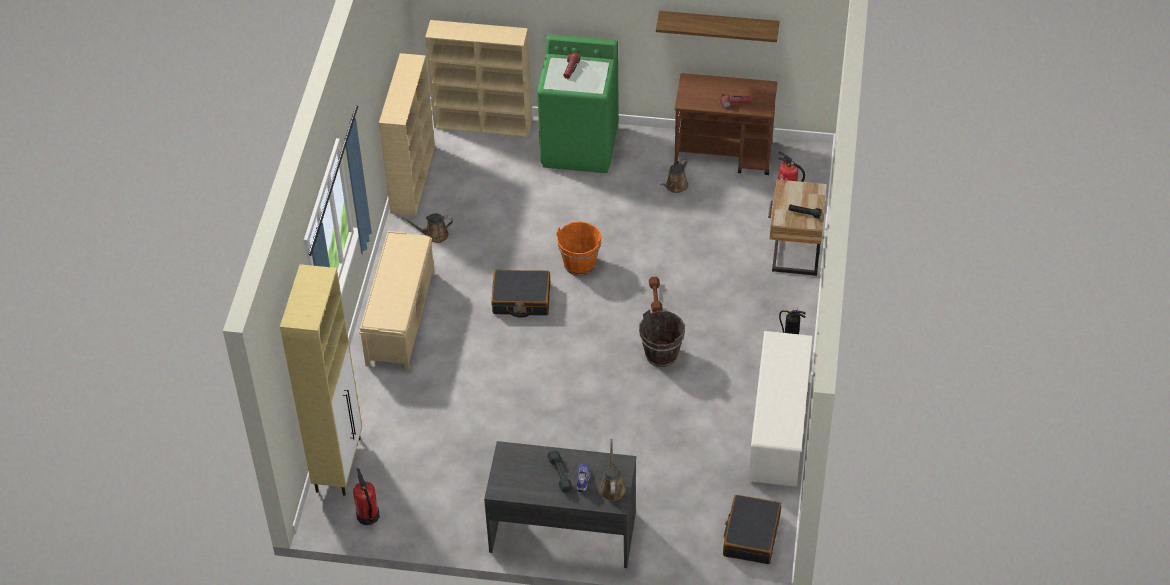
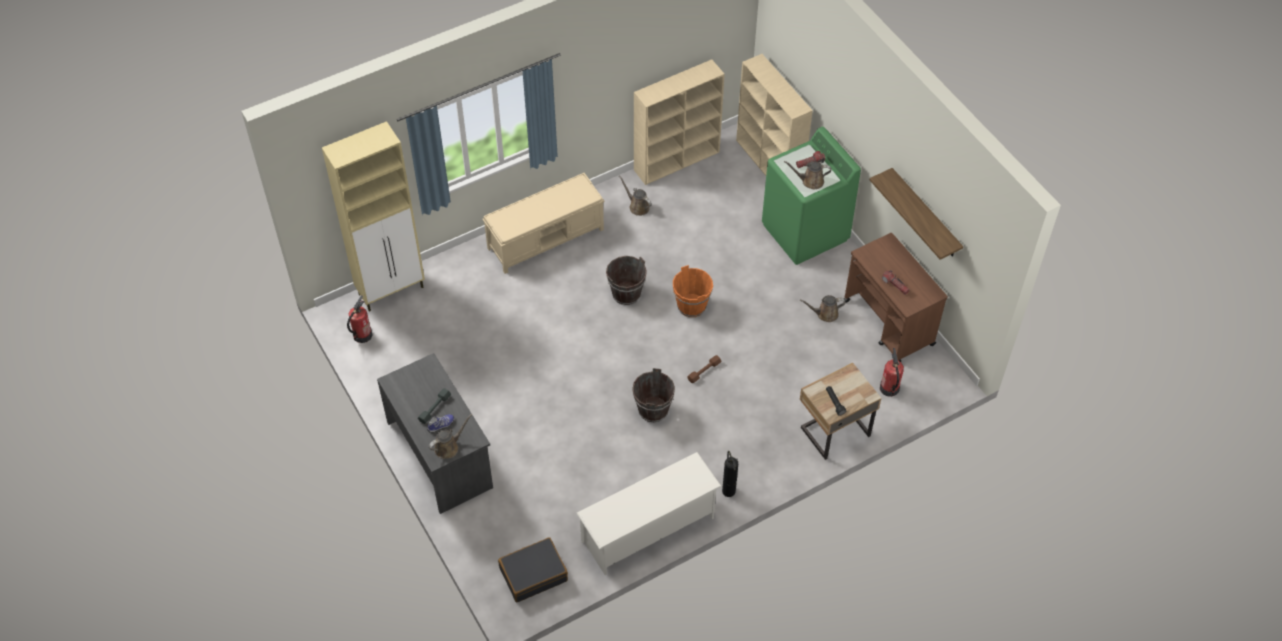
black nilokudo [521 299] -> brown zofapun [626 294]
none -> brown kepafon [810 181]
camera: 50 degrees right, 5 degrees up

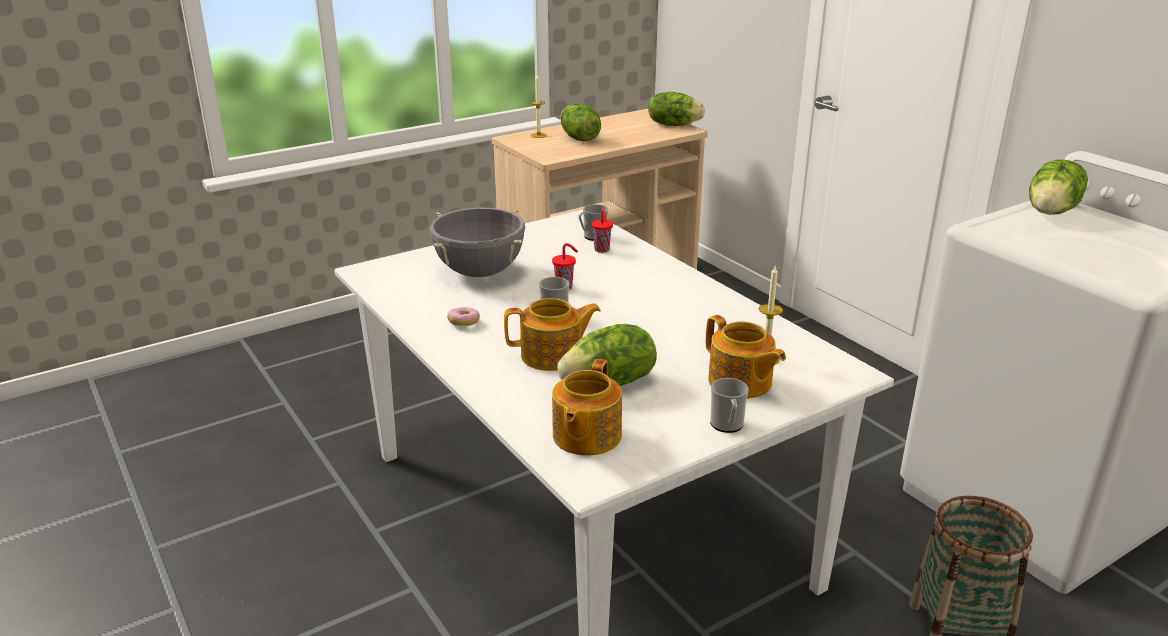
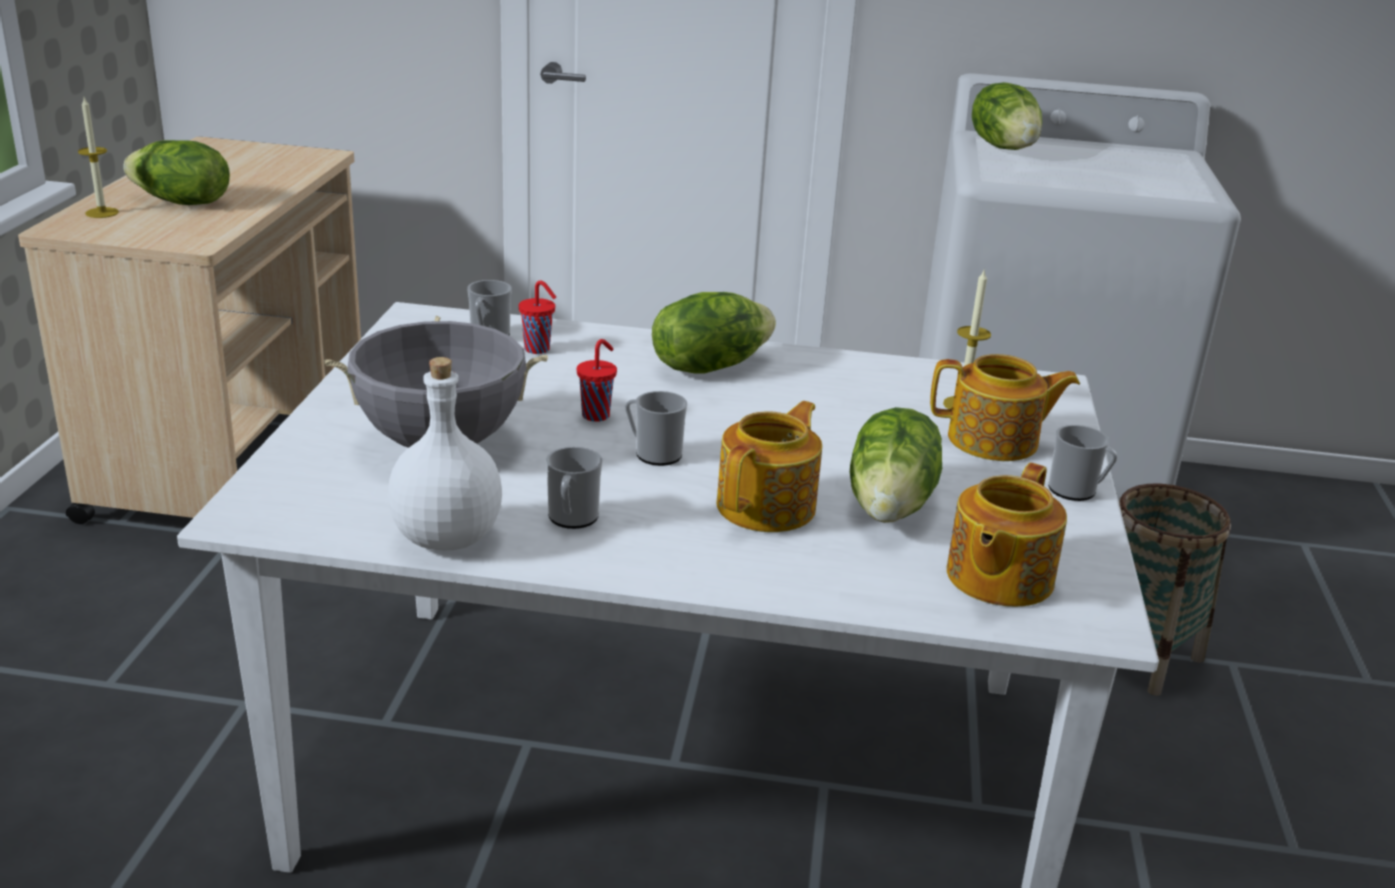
none -> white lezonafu [448 537]
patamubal [464 323] -> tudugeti [572 519]
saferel [673 125] -> saferel [709 366], shifted
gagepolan [585 436] -> gagepolan [997 578], 60 degrees clockwise
camera: 50 degrees left, 0 degrees up

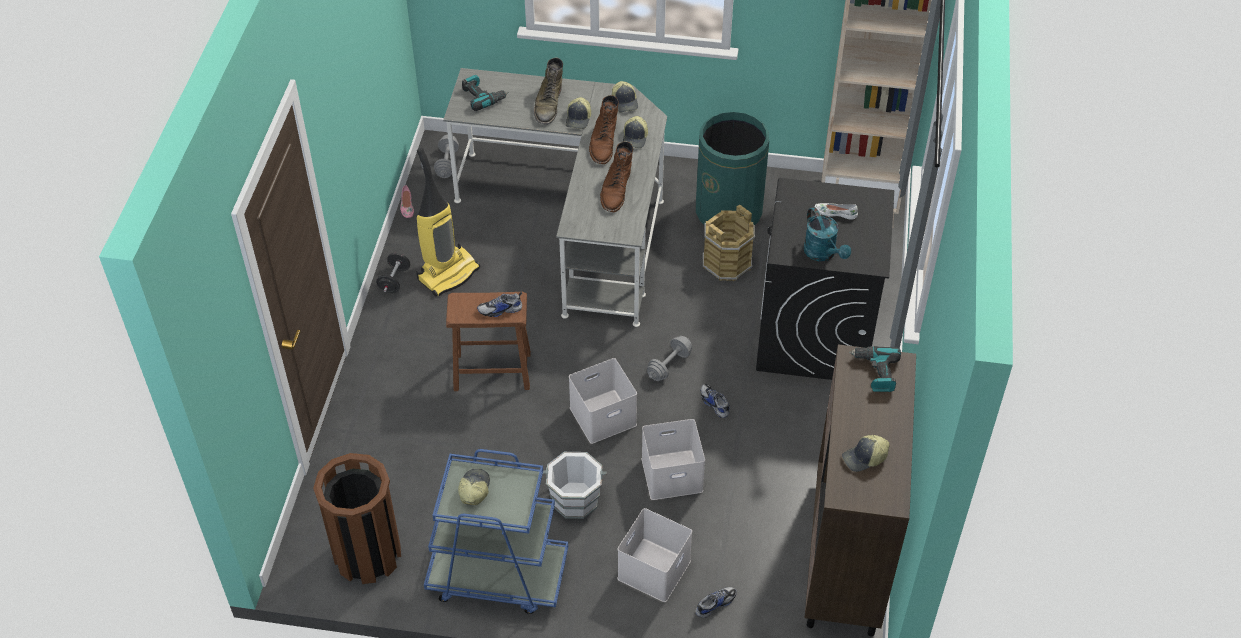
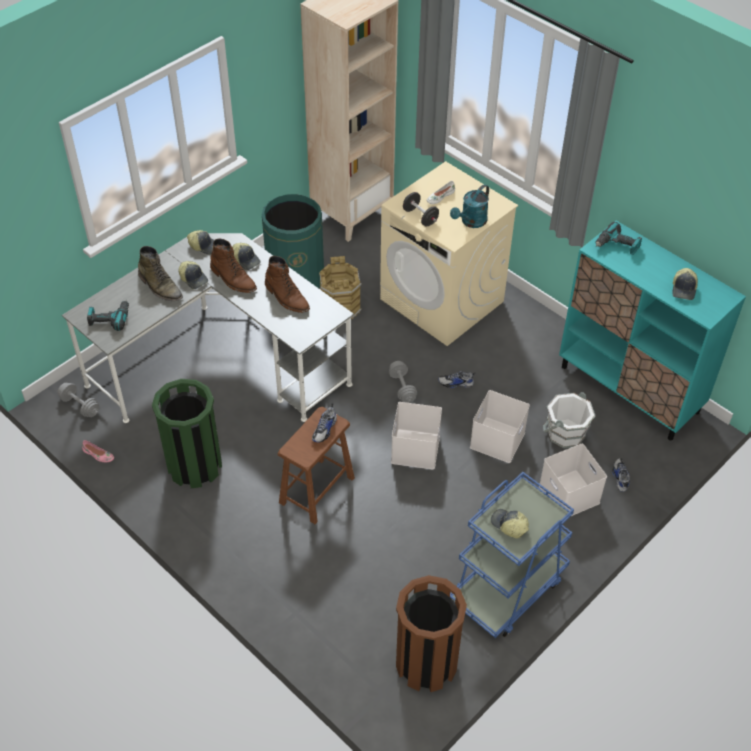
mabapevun [448 273] -> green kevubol [194 466]
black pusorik [814 334] -> beige pusorik [442 300]
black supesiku [394 280] -> black supesiku [420 217], shifted
turquoise kepafon [823 254] -> turquoise kepafon [471 222], 120 degrees clockwise
white zofapun [575 499] -> white zofapun [565 433], shifted
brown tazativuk [845 555] -> turquoise tazativuk [629 389]
camera: 55 degrees left, 0 degrees up

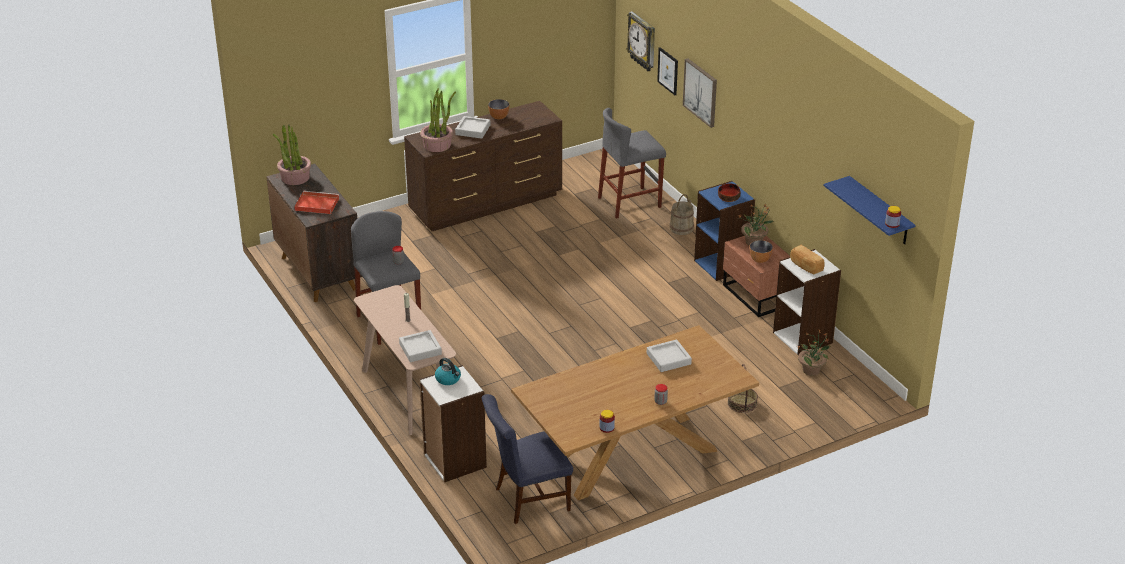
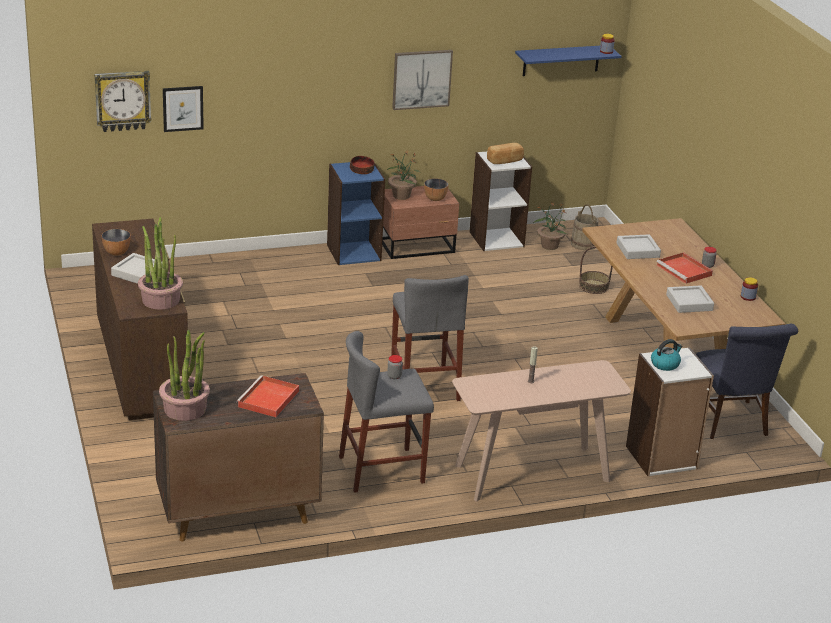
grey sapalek [629 202] -> grey sapalek [424 384], shifted
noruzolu [701 92] -> noruzolu [421 79], shifted
beige zofapun [681 228] -> beige zofapun [583 244], shifted
none -> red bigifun [685 270]
grey bigifun [420 349] -> grey bigifun [689 303], shifted
camera: 80 degrees left, 5 degrees down

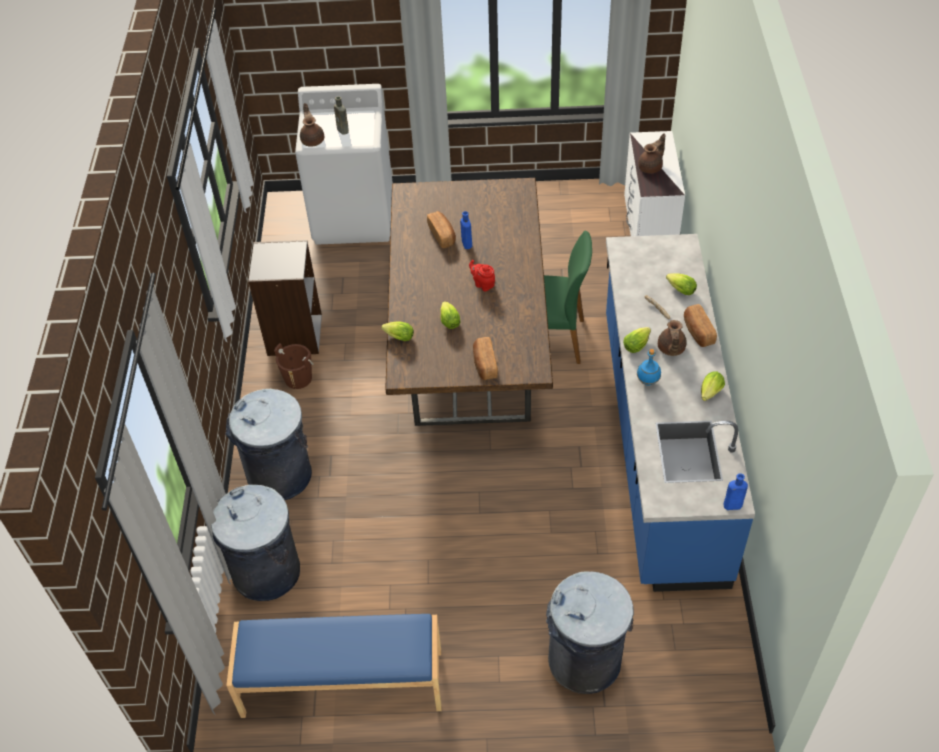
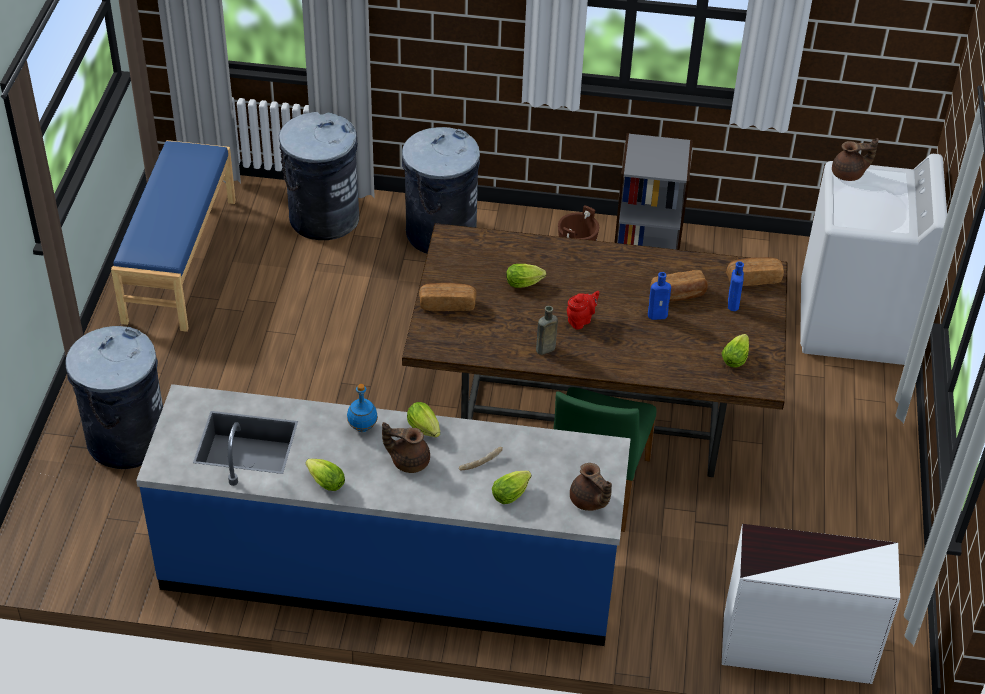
brown lezonafu [343 130] -> brown lezonafu [544 349], shifted
brown gagepolan [651 167] -> brown gagepolan [589 501], shifted
saferel [397 337] -> saferel [736 357], shifted
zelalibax [698 332] -> zelalibax [753 278], shifted
blue lezonafu [731 505] -> blue lezonafu [733 303], shifted
camera: 95 degrees right, 5 degrees down

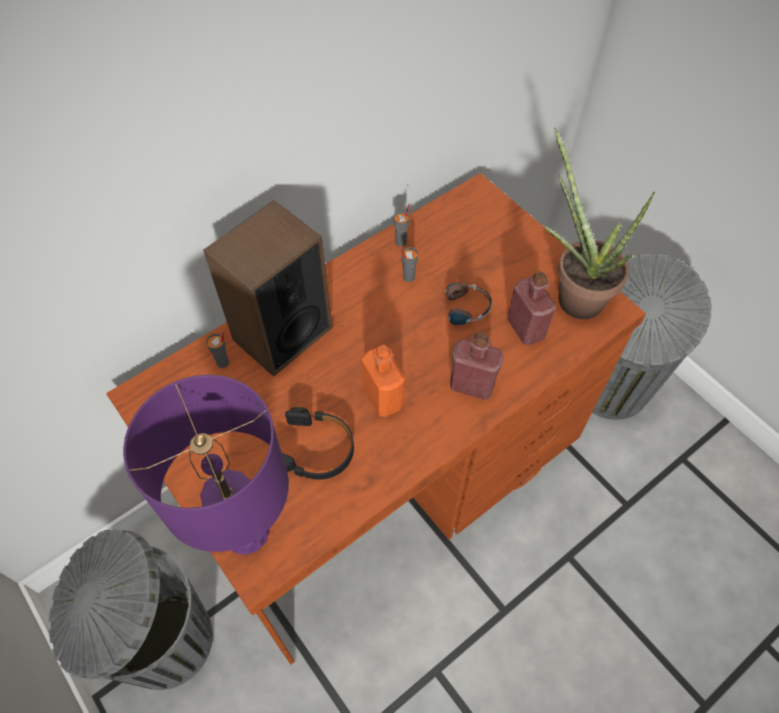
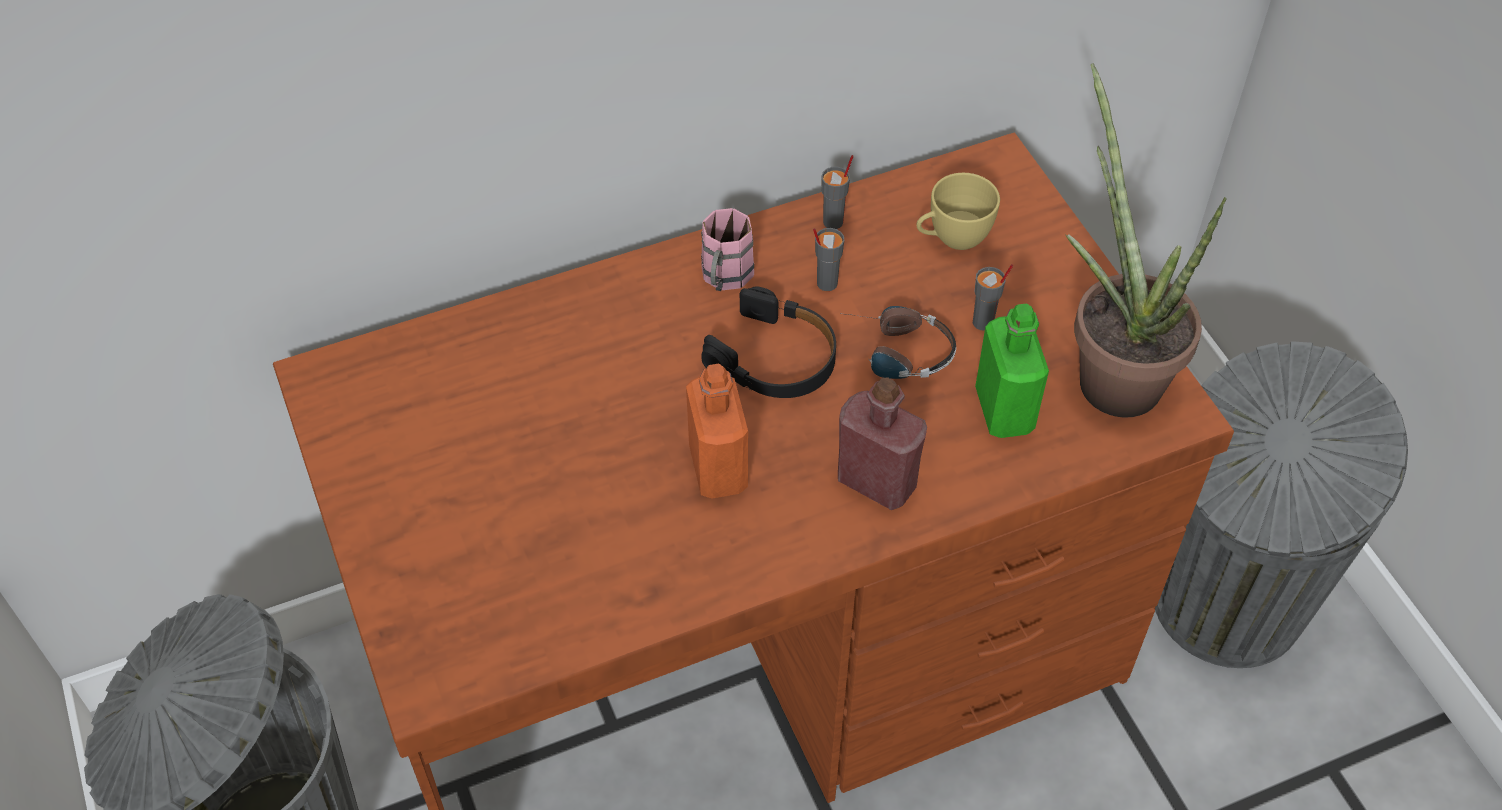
none -> pink tudugeti [724 280]
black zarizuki [316 450] -> black zarizuki [775 359], shifted
none -> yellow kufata [952 238]
grey kufata [223 362] -> grey kufata [983 322], shifted
red lezonafu [525 328] -> green lezonafu [1004 410]
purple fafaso [245 532] -> none
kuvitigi [282 333] -> none
camera: 15 degrees right, 5 degrees down

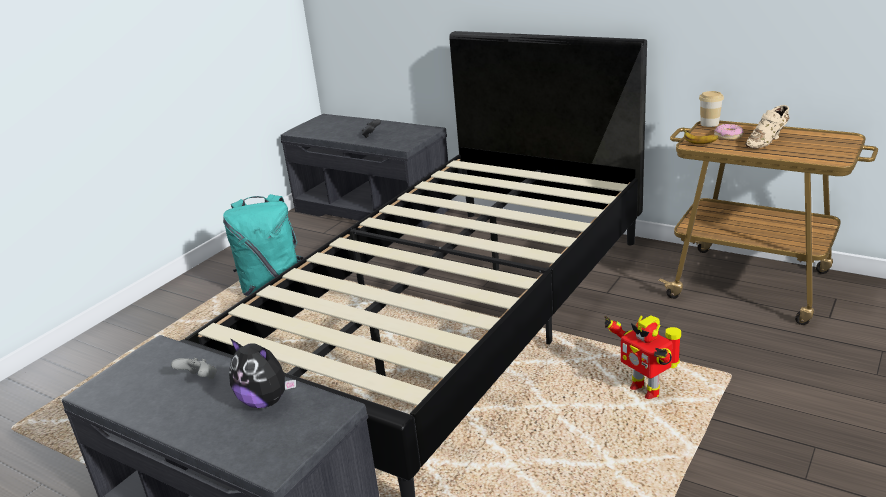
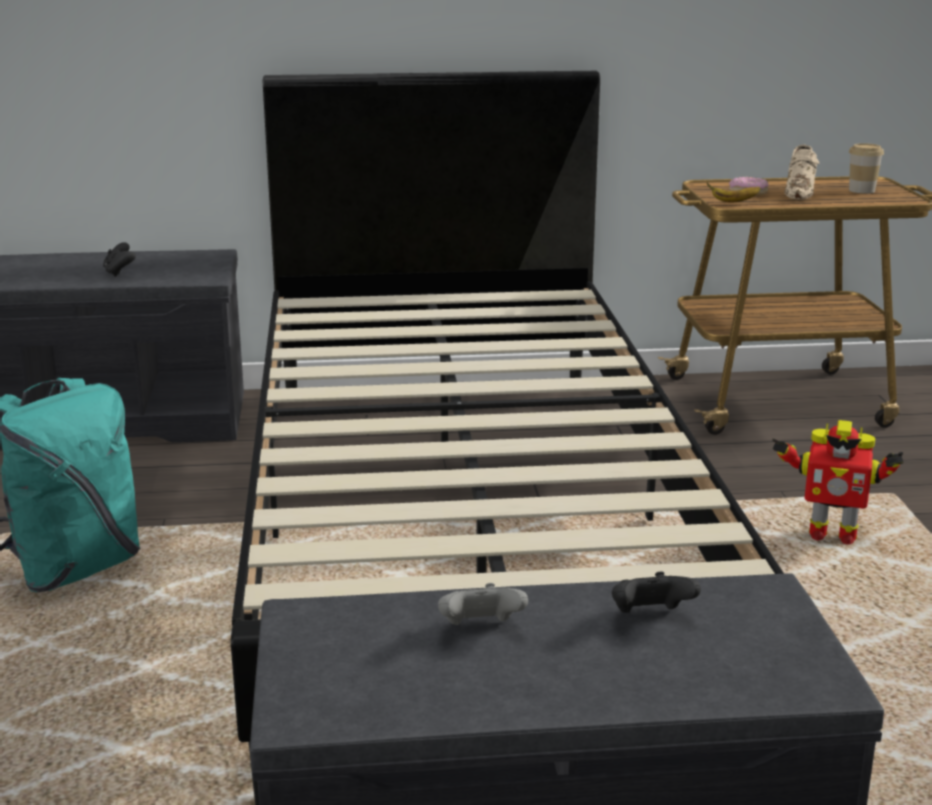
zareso [265 401] -> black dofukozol [650 617]
kufata [709 124] -> kufata [861 190], shifted
camera: 40 degrees left, 5 degrees down

